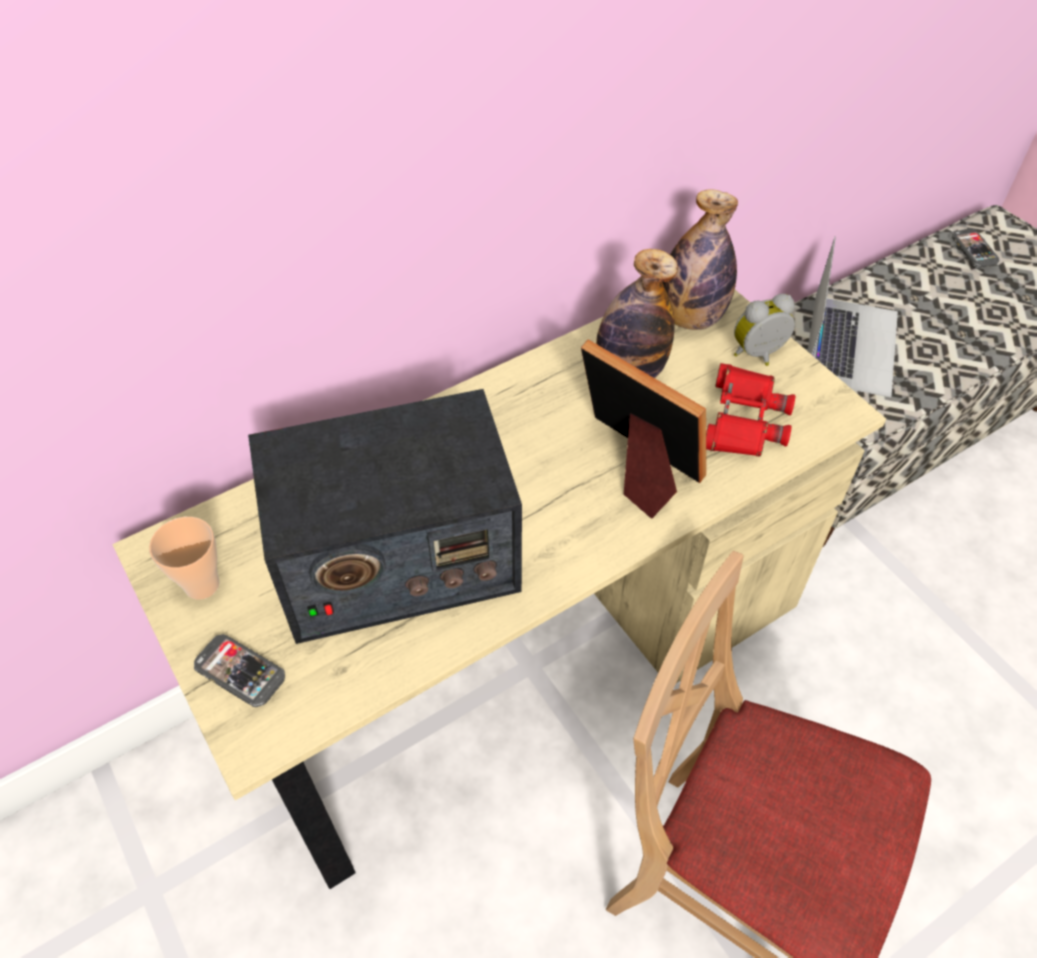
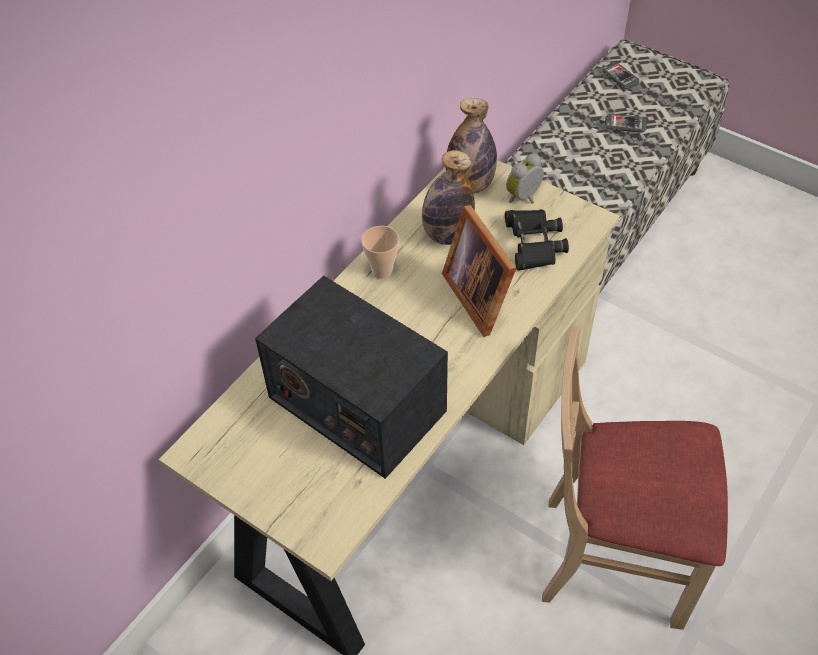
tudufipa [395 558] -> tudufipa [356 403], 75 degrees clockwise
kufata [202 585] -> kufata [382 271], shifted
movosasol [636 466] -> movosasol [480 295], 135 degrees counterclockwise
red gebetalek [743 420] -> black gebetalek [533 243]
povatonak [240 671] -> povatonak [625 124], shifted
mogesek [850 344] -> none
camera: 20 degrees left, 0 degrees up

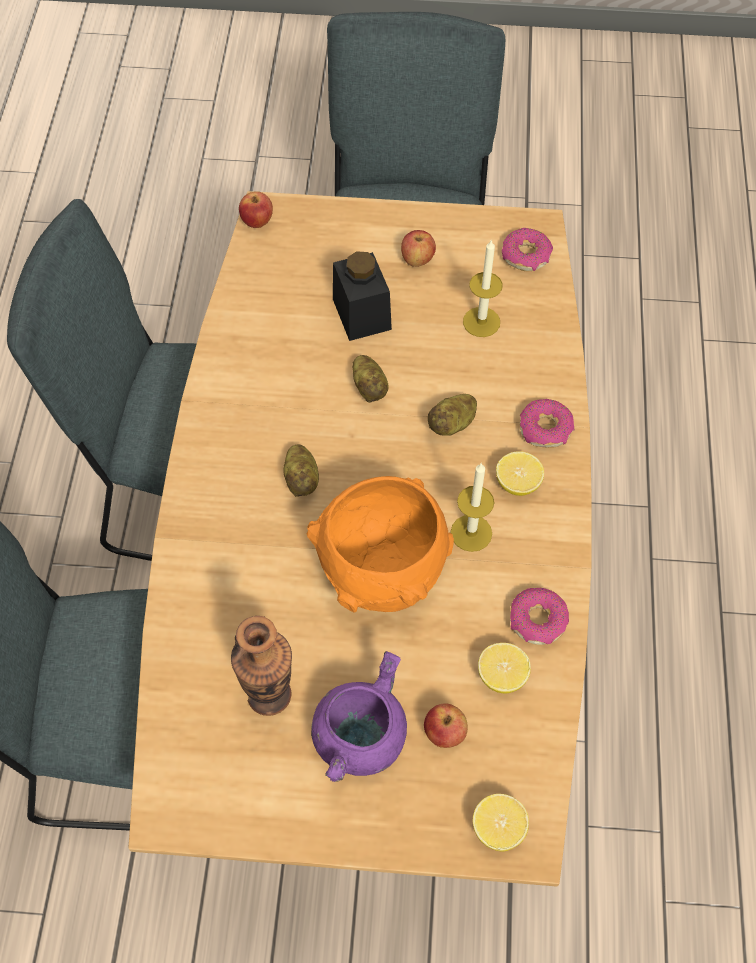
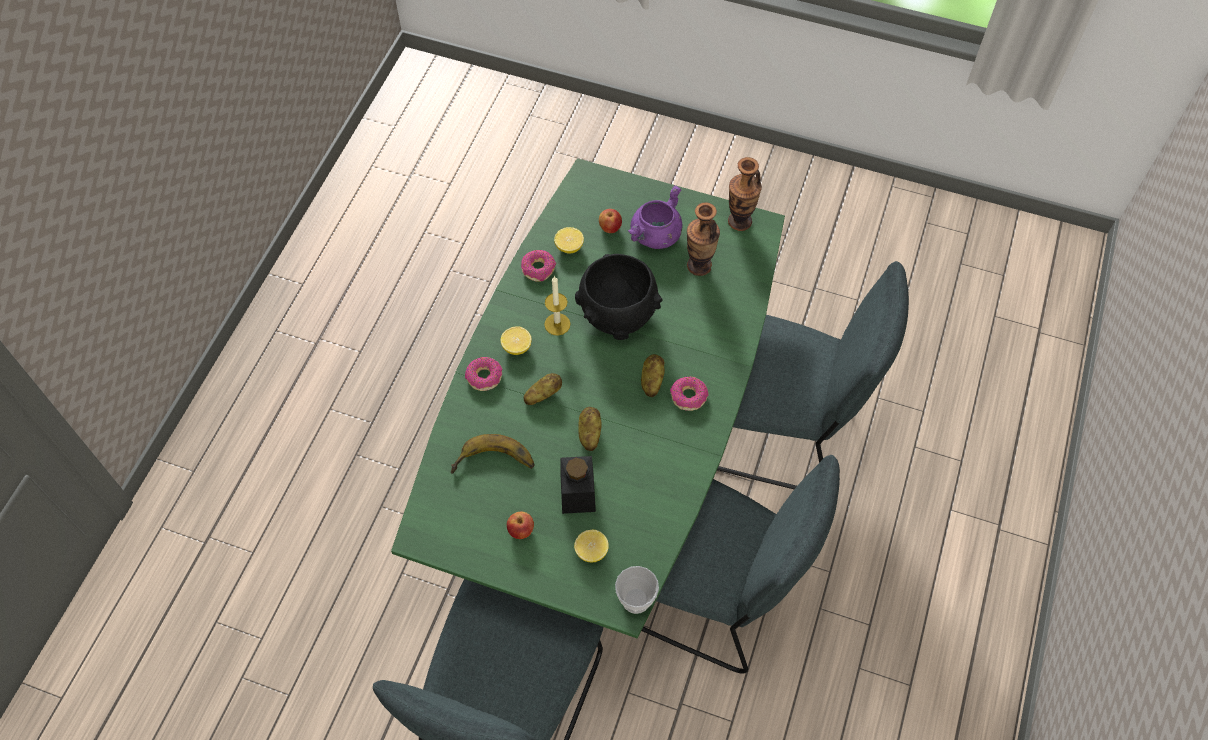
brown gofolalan [377 623] -> green gofolalan [603 470]
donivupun [481 322] -> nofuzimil [494 465]
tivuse [498 828] -> tivuse [591 551], shifted
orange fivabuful [382 572] -> black fivabuful [617 314]
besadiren [257 221] -> kufata [636 599]
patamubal [526 256] -> patamubal [688 396], shifted
none -> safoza [739 221]
camera: 165 degrees left, 0 degrees up

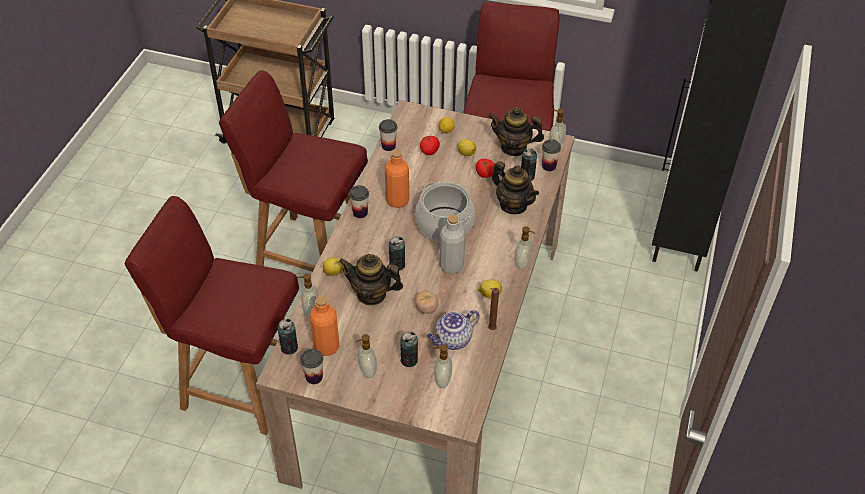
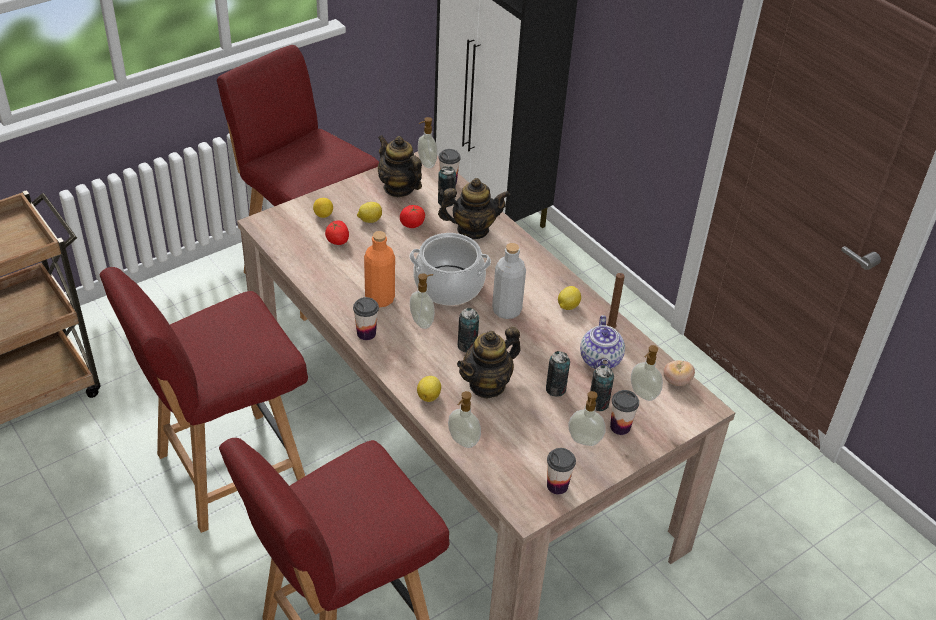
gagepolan [513 147] -> gagepolan [399 188], 90 degrees clockwise
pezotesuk [523 263] -> pezotesuk [422 322], shifted
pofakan [289 348] -> pofakan [555 389], shifted
kufata [388 146] -> kufata [620 427], shifted
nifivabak [426 308] -> nifivabak [676 381], shifted
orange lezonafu [326 346] -> none
camera: 55 degrees left, 5 degrees down

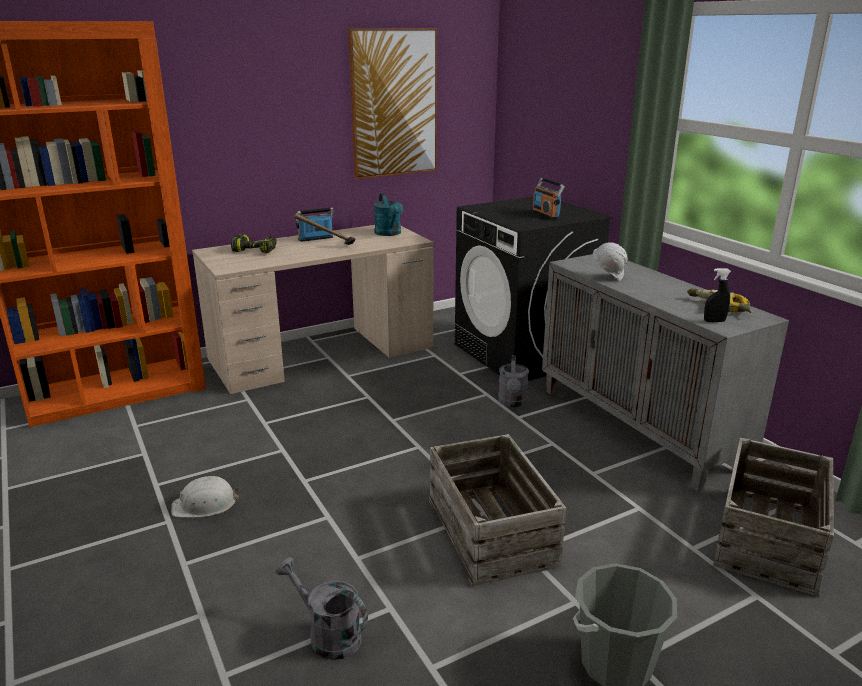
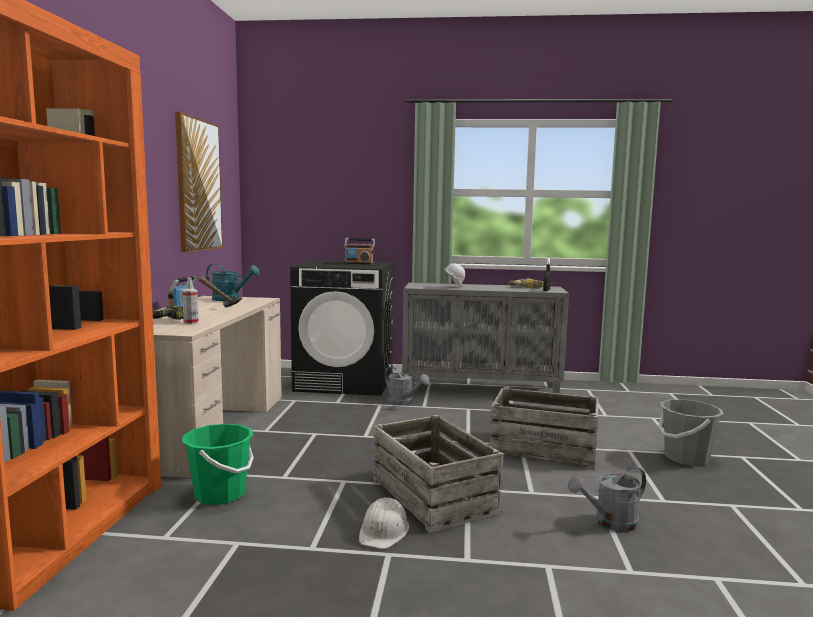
none -> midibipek [191 323]
none -> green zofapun [220 494]
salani [767 537] -> salani [432 496], shifted
camera: 55 degrees left, 15 degrees down

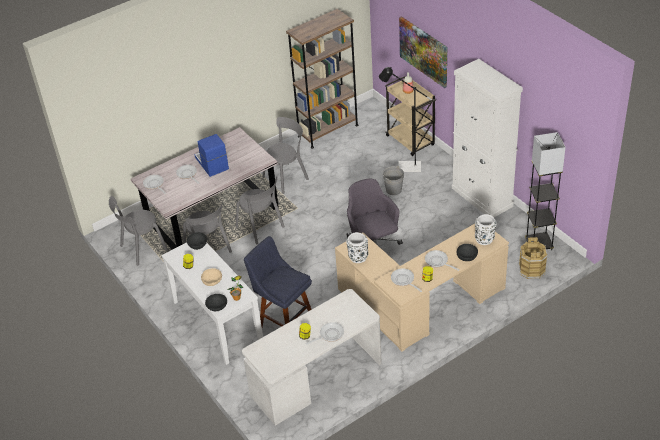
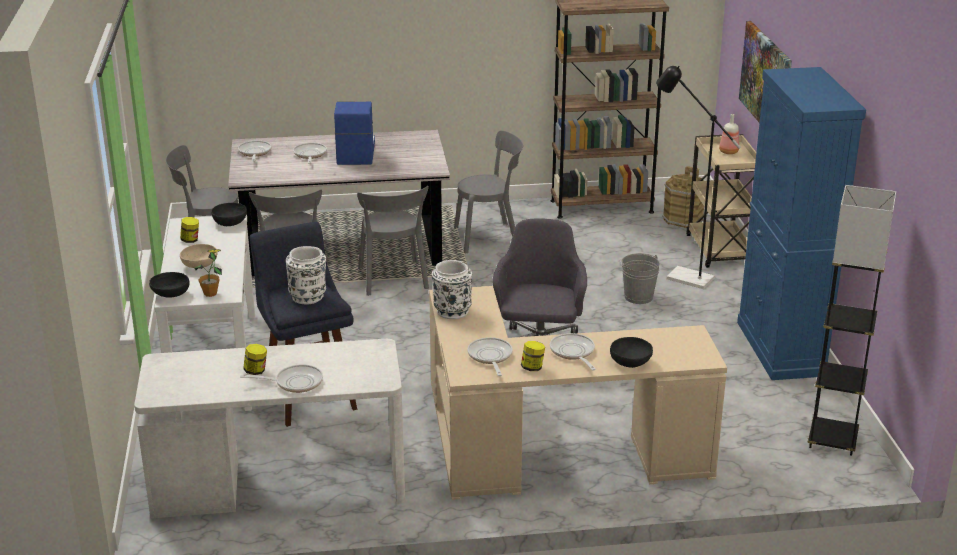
white safoza [484 239] -> white safoza [308 297], shifted
brown zofapun [532 270] -> brown zofapun [683 219], shifted
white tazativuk [482 197] -> blue tazativuk [780 348]
camera: 25 degrees right, 15 degrees down

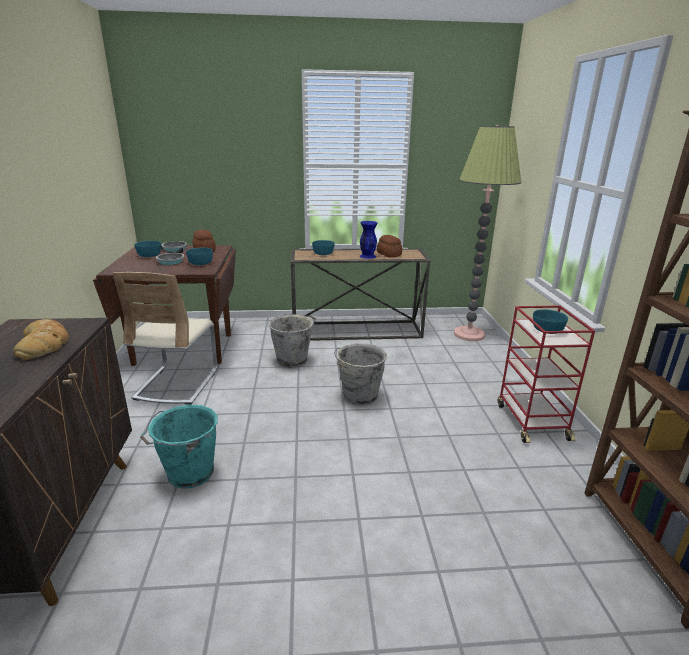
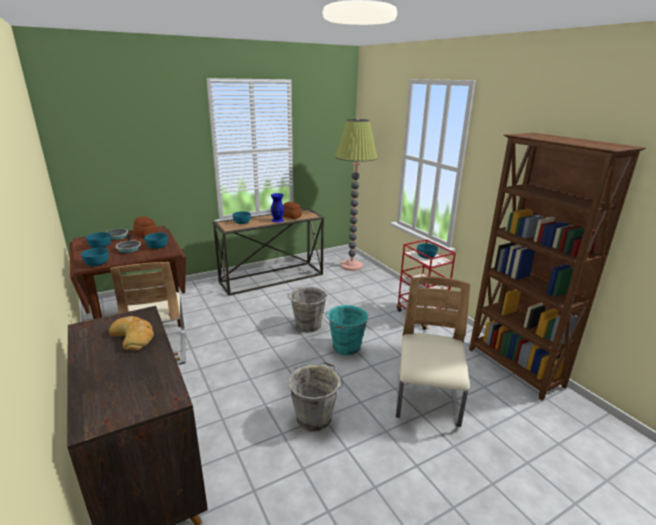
none -> turquoise fivabuful [96 263]
grey zofapun [293 360] -> grey zofapun [314 417], shifted
turquoise zofapun [189 474] -> turquoise zofapun [346 348], shifted
none -> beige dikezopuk [426 402]
camera: 25 degrees left, 0 degrees up

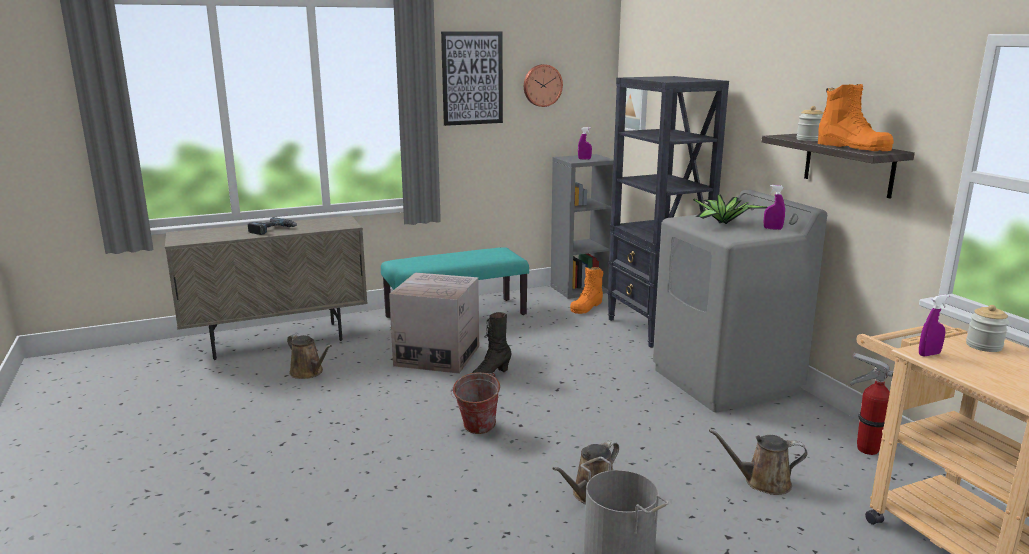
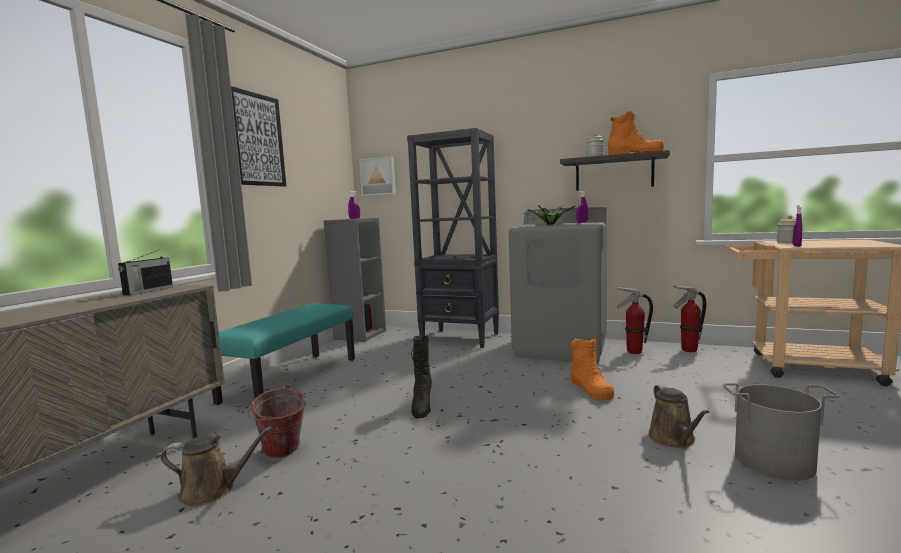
none -> tudufipa [147 291]
zofapun [476 430] -> zofapun [282 453], shifted
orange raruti [587 306] -> orange raruti [591 389], shifted
none -> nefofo [633 352]
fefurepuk [272 230] -> none
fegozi [437 355] -> none
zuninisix [542 85] -> none
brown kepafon [762 482] -> none
camera: 45 degrees left, 10 degrees down

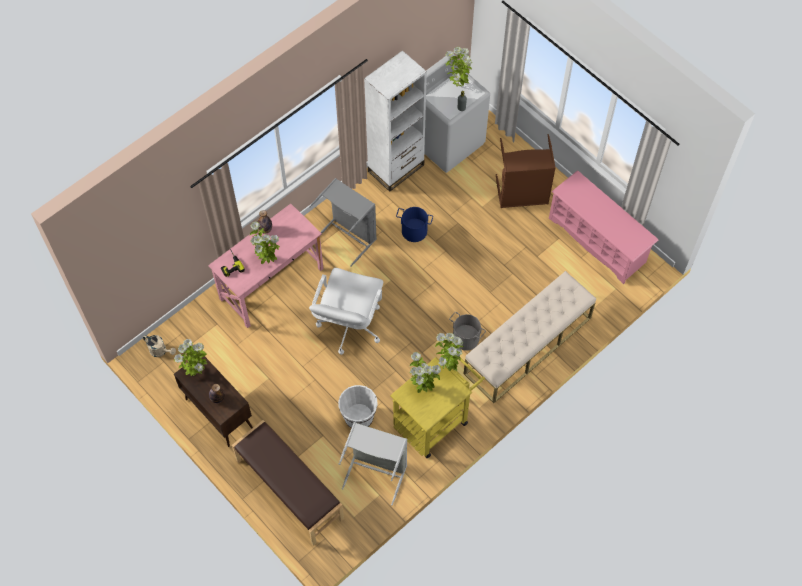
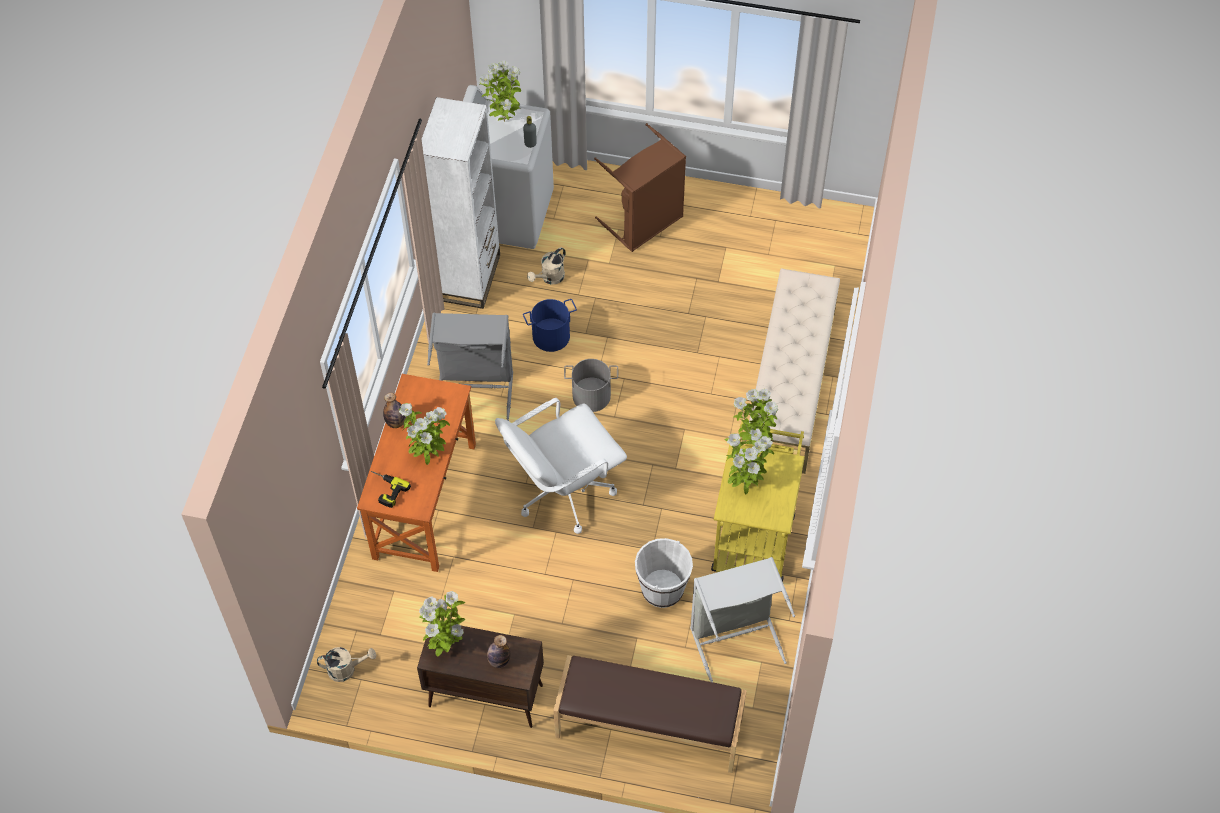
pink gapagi [271 283] -> orange gapagi [424 500]
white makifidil [349 325] -> white makifidil [563 491], 75 degrees clockwise
none -> beige kepafon [550 278]
grey zofapun [465 338] -> grey zofapun [591 396], shifted
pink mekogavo [598 240] -> none
camera: 35 degrees left, 5 degrees down

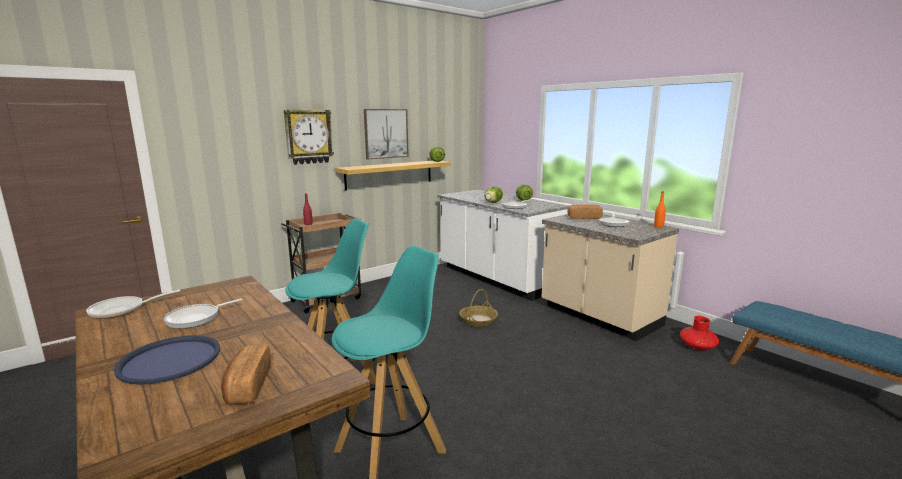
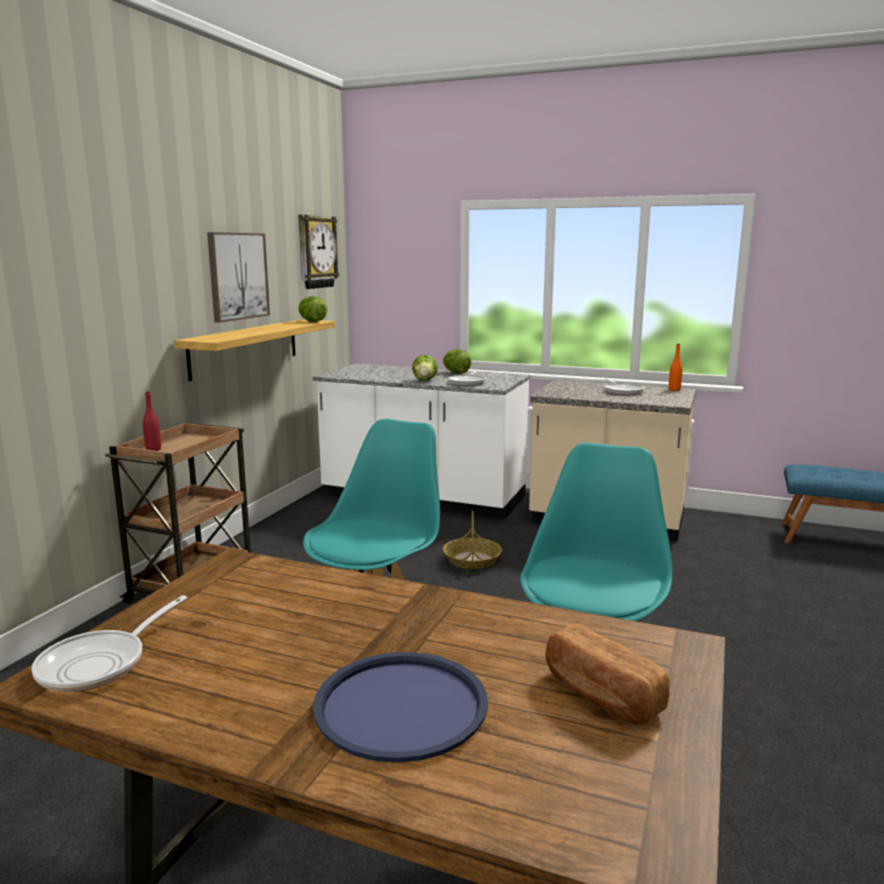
zuninisix [308 137] -> zuninisix [316 252], shifted
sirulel [196 318] -> none
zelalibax [584 218] -> none
red safoza [697 346] -> none
camera: 30 degrees left, 0 degrees up

